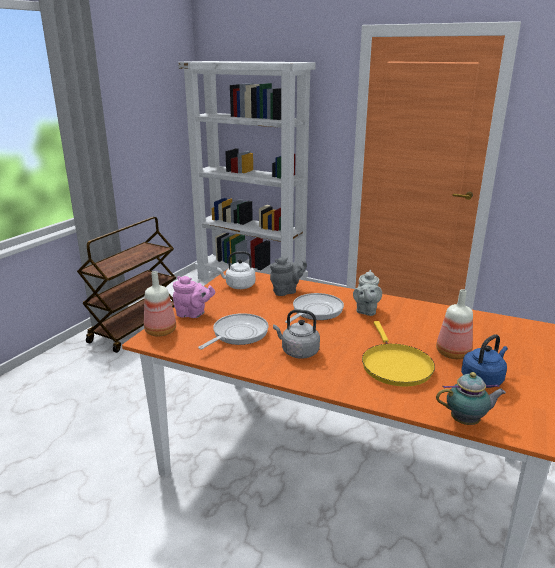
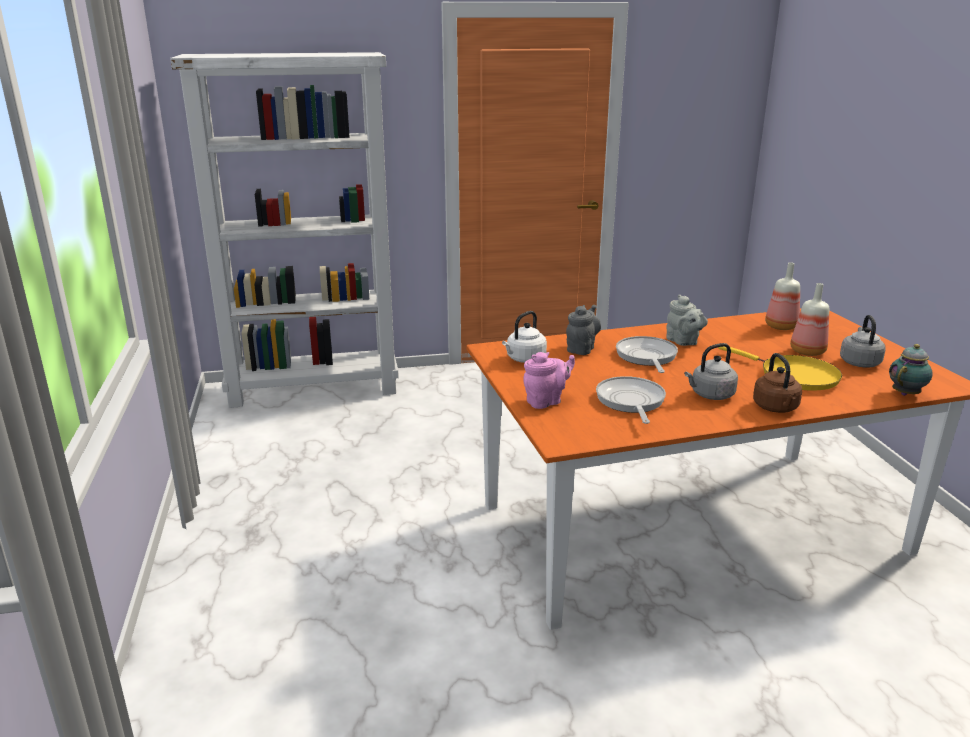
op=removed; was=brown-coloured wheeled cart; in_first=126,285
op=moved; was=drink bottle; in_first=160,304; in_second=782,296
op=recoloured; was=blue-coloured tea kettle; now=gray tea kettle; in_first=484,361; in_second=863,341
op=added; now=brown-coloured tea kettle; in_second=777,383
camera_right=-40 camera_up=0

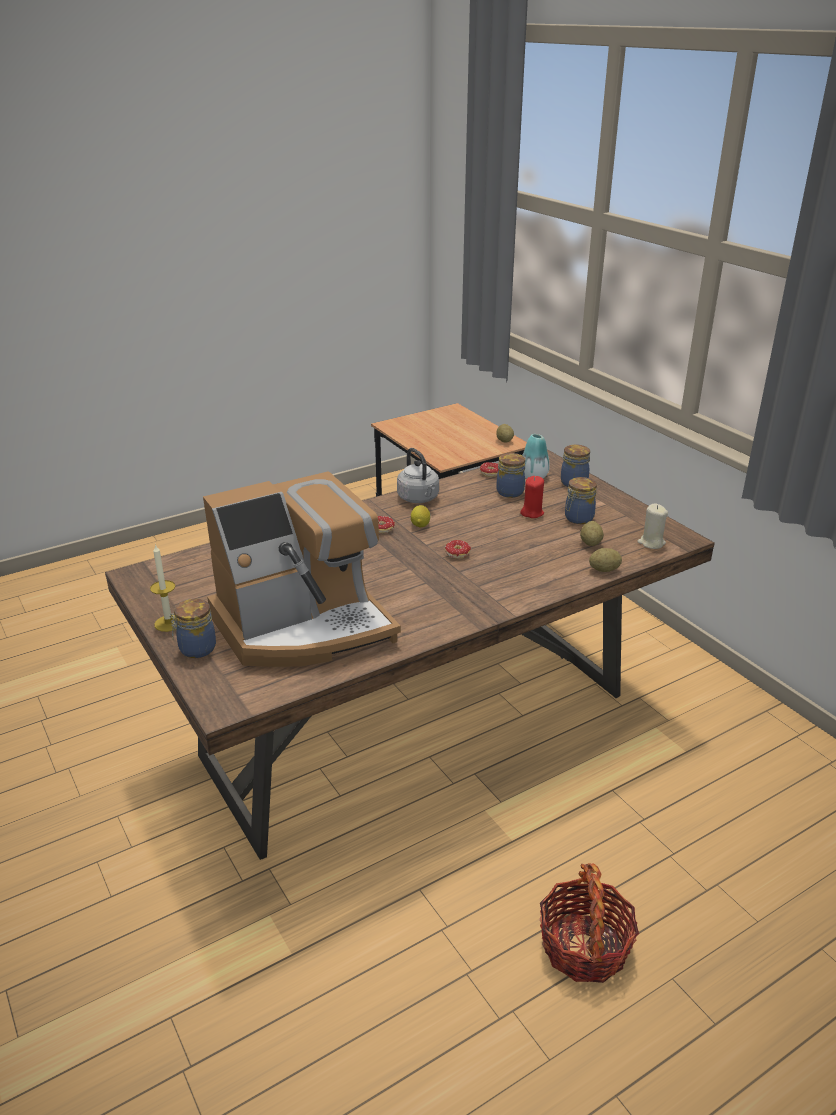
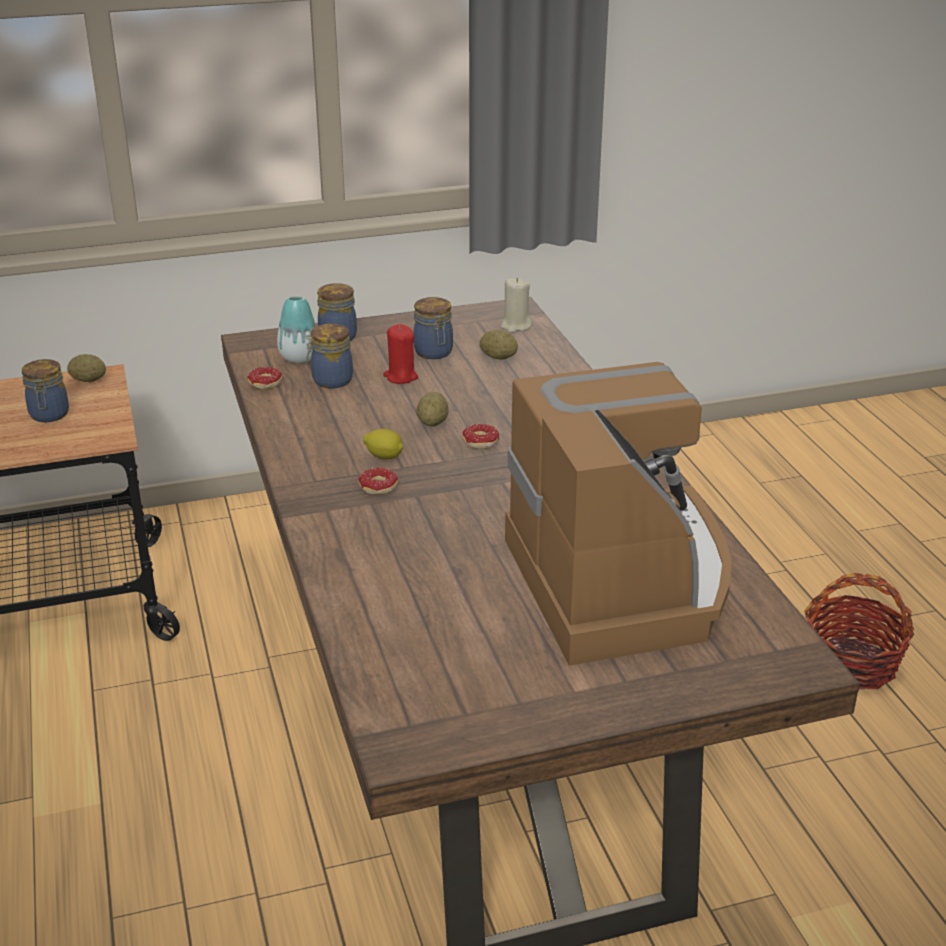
op=removed; was=gray tea kettle; in_first=418,475
op=removed; was=wax candle; in_first=163,588
op=moved; was=whole potato; in_first=605,560; in_second=432,409
op=moved; was=jar; in_first=192,628; in_second=45,390
camera_right=-75 camera_up=0

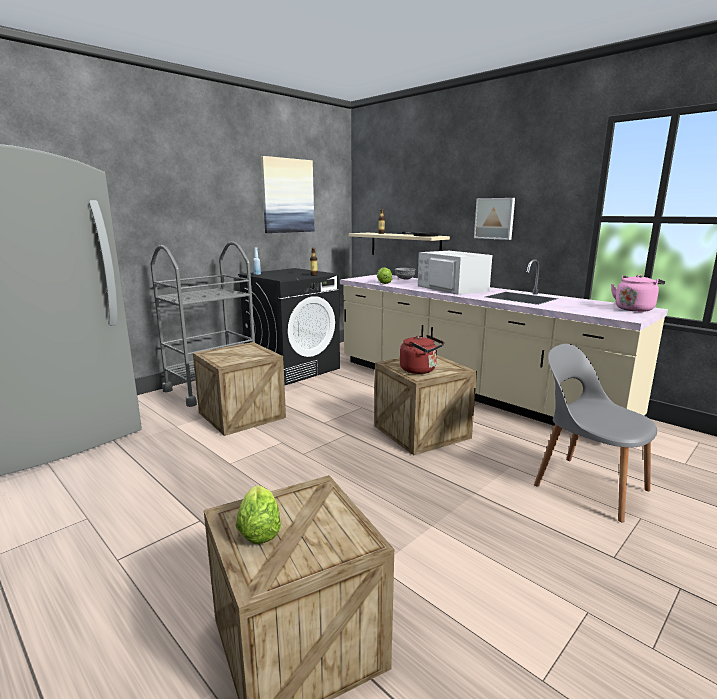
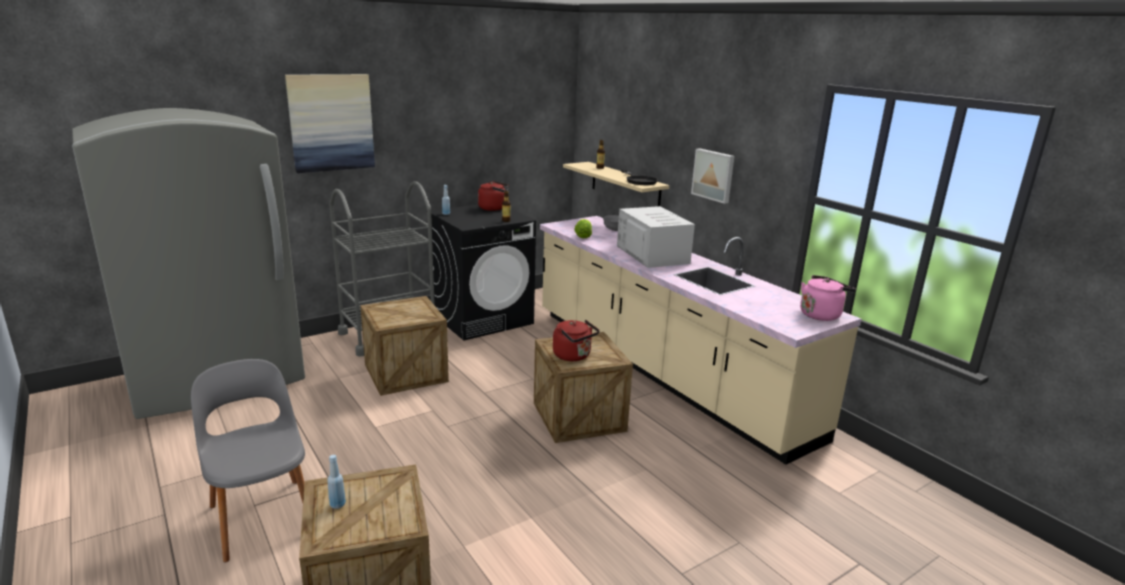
op=moved; was=wall art; in_first=287,194; in_second=330,123
op=moved; was=gray chair; in_first=595,433; in_second=248,460
op=replaced; was=head of lettuce; now=blue-coloured drink bottle; in_first=258,514; in_second=336,482
op=added; now=reddish tea kettle; in_second=493,196
camera_right=10 camera_up=5

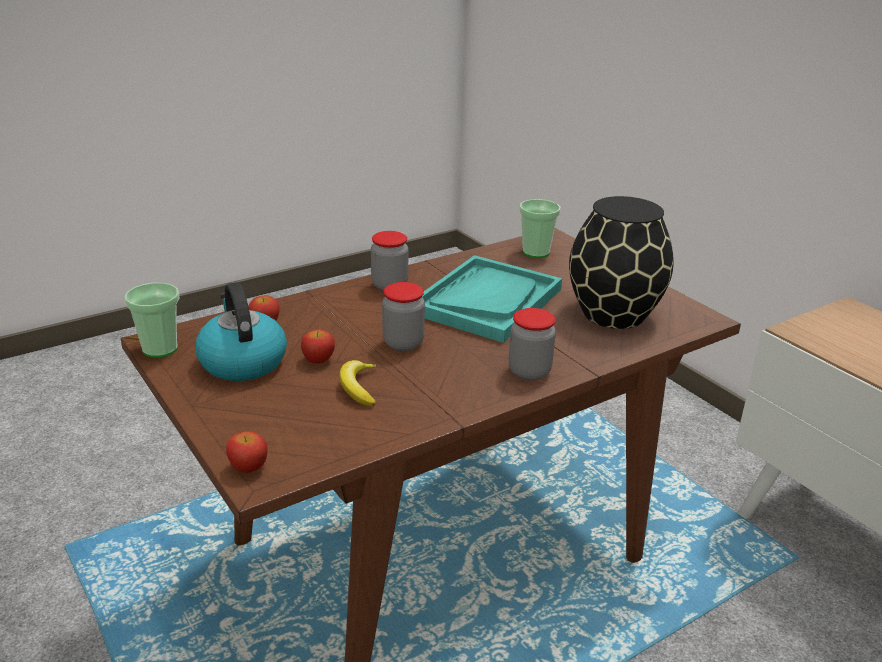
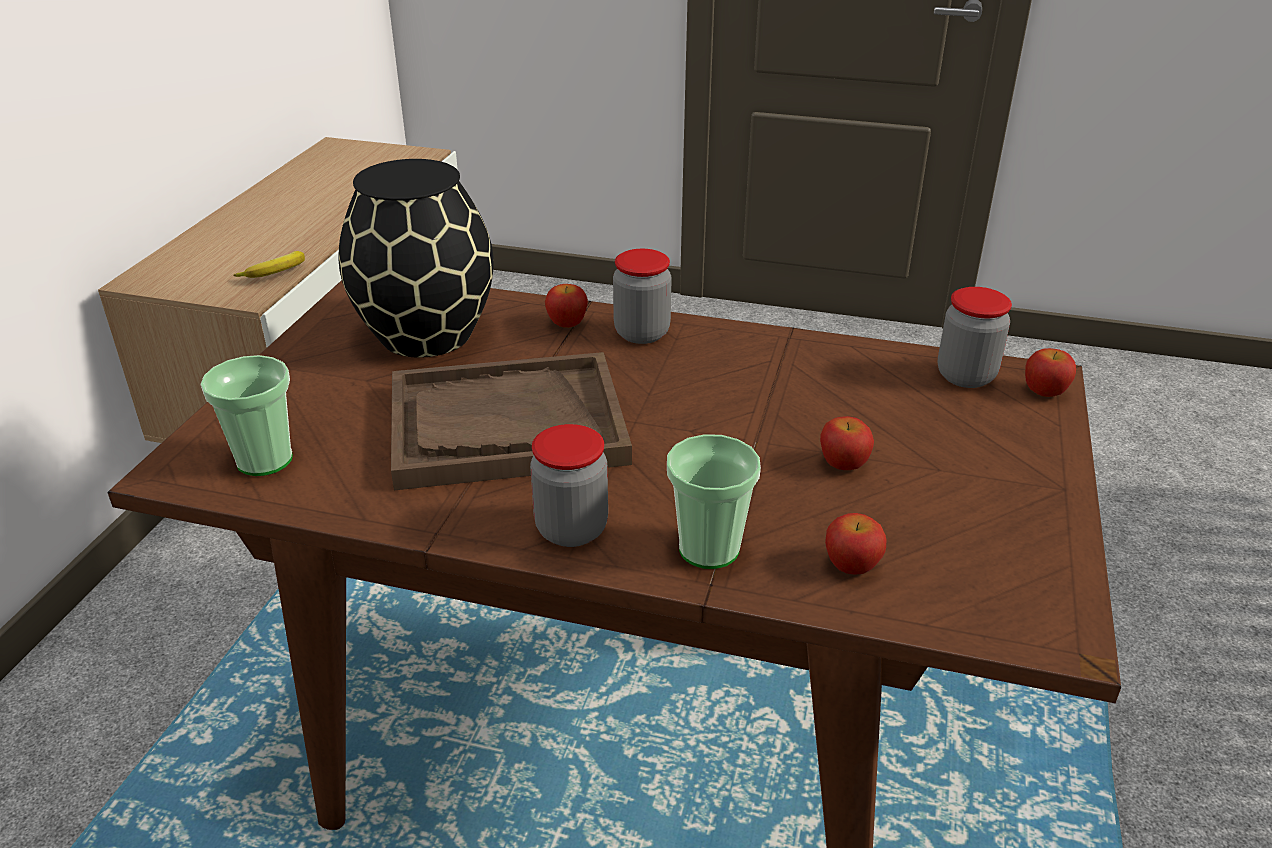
op=recoloured; was=turquoise-coloured carrying tray; now=brown-coloured carrying tray; in_first=492,299; in_second=511,421
op=removed; was=tea kettle; in_first=241,331
op=moved; was=jar; in_first=403,316; in_second=974,337
op=moved; was=drinking cup; in_first=151,320; in_second=714,501
op=moved; was=banana; in_first=358,383; in_second=269,264
op=added; now=whole apple; in_second=566,306
camera_right=-130 camera_up=5

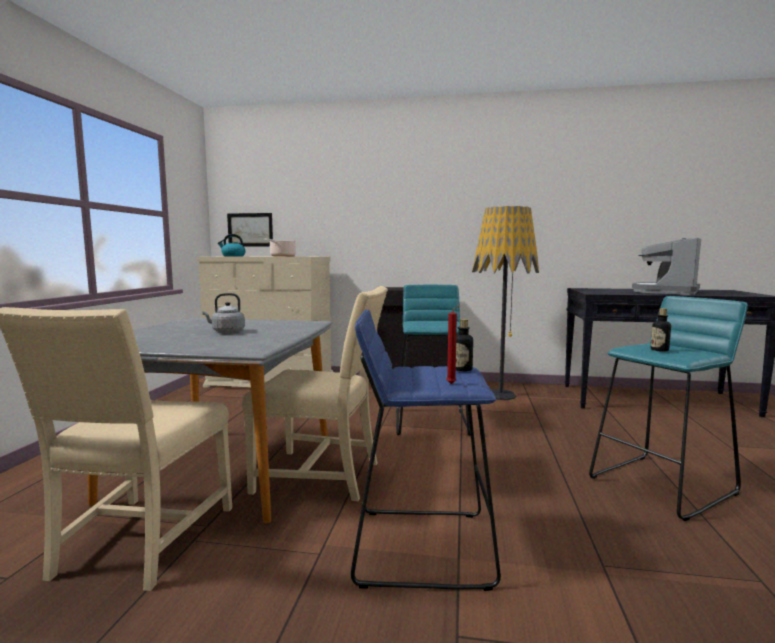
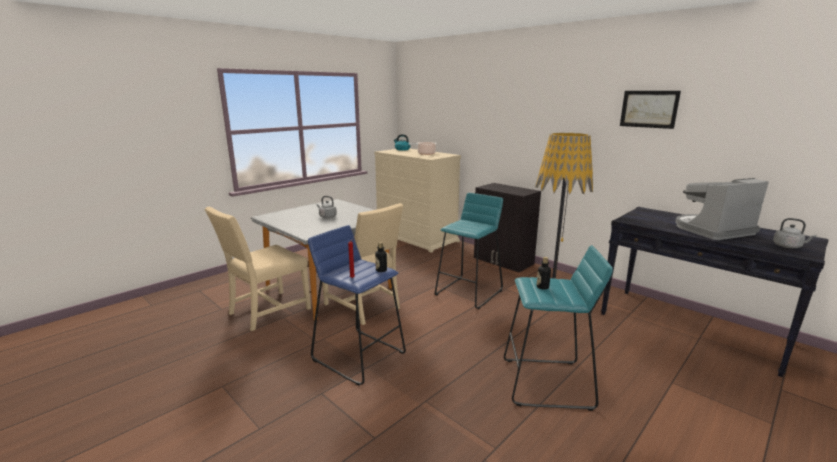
op=moved; was=wall art; in_first=250,229; in_second=650,110
op=added; now=gray tea kettle; in_second=794,233
camera_right=35 camera_up=10

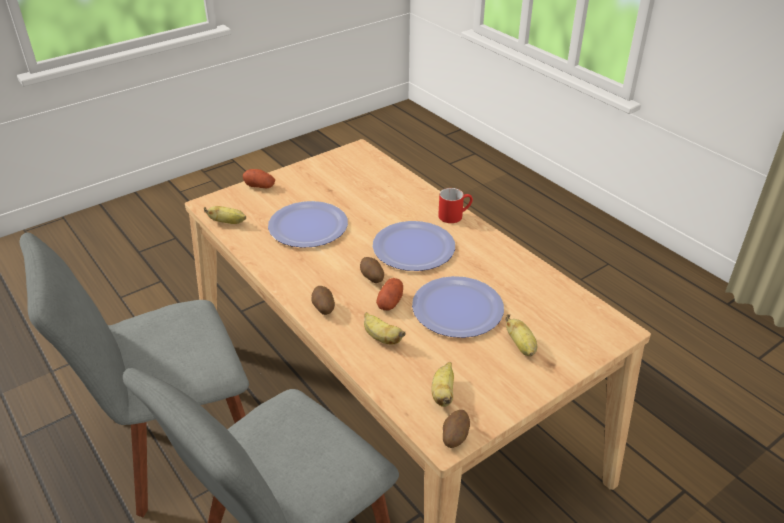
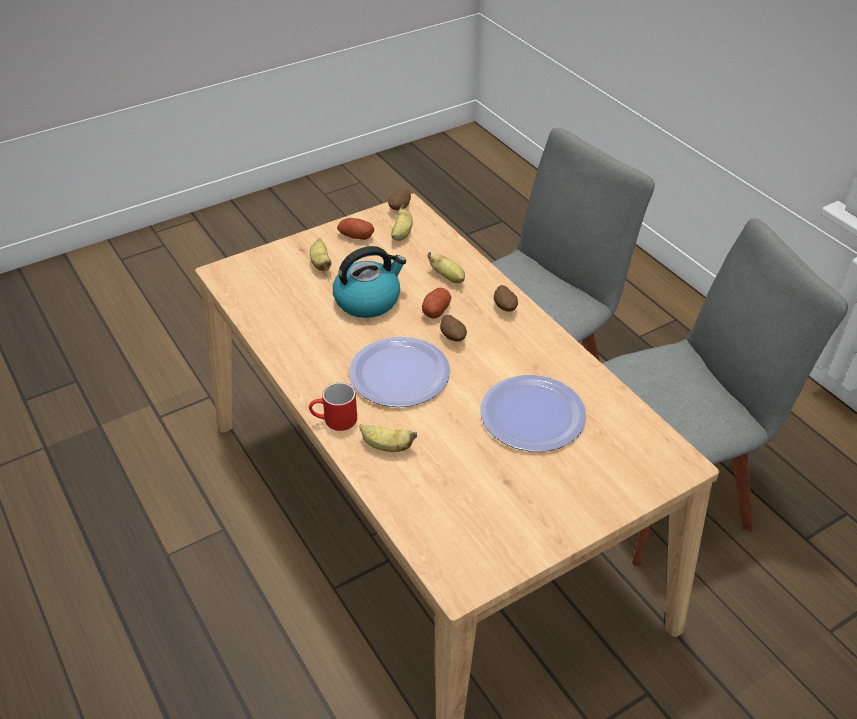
op=moved; was=whole potato; in_first=259,178; in_second=355,229
op=moved; was=banana; in_first=225,215; in_second=388,438
op=replaced; was=plate; now=tea kettle; in_first=458,307; in_second=369,282
camera_right=-175 camera_up=5

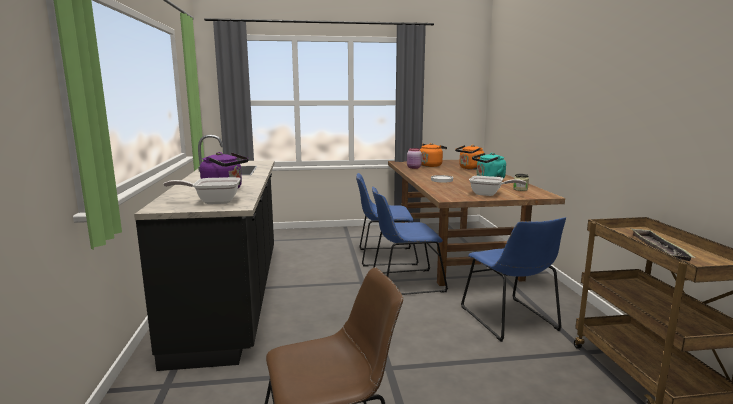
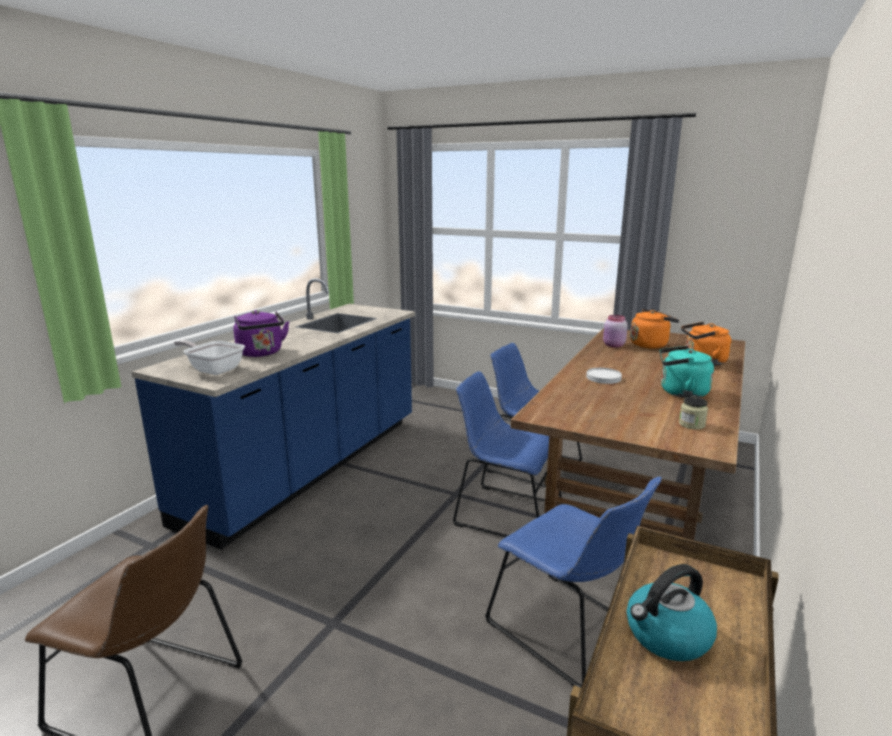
op=recoloured; was=black-coloured kitchen counter; now=blue-coloured kitchen counter; in_first=204,253; in_second=273,414
op=removed; was=frying pan; in_first=497,186
op=turned; was=blue-coloured chair; in_first=513,279; in_second=573,582; clockwise=-60
op=replaced; was=carrying tray; now=tea kettle; in_first=663,244; in_second=672,612
camera_right=35 camera_up=5

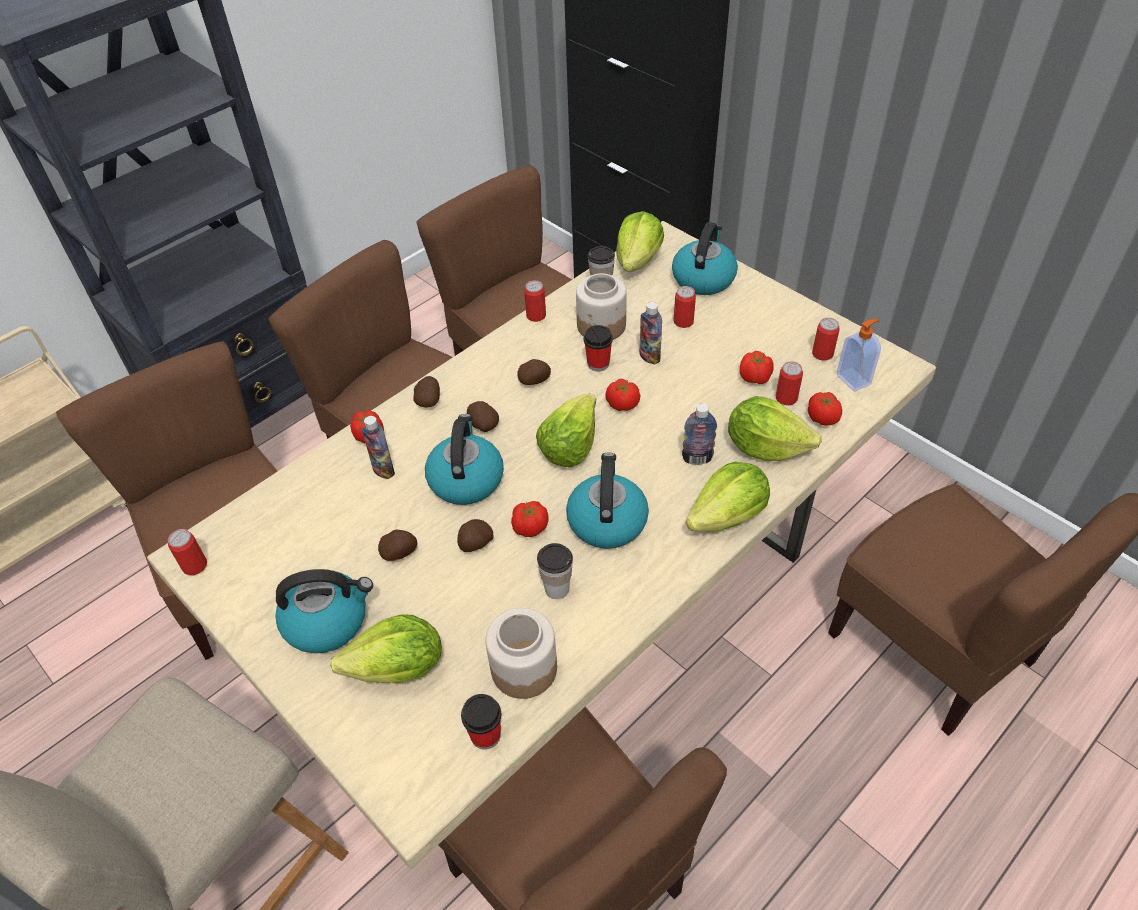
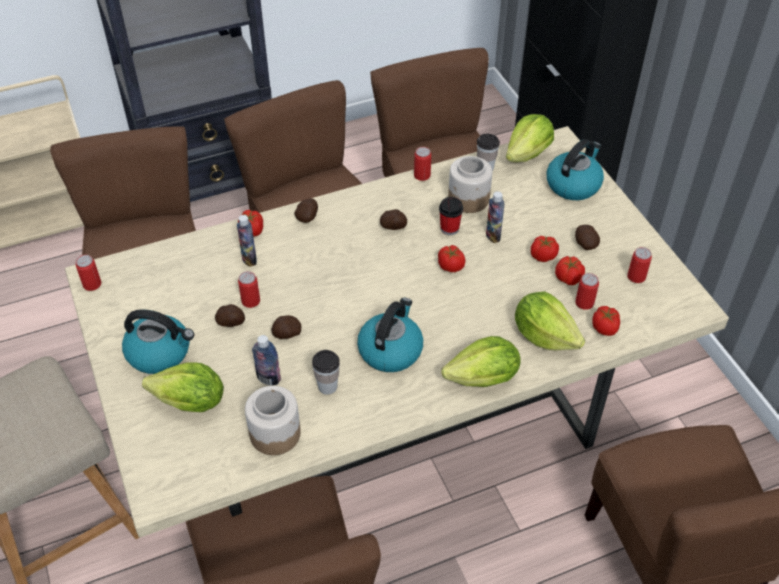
op=moved; was=sealed can; in_first=685,307; in_second=249,289
op=removed; was=soap bottle; in_first=858,355
op=removed; was=head of lettuce; in_first=566,430
op=moved; was=whole potato; in_first=483,416; in_second=587,237
op=moved; was=drink bottle; in_first=699,434; in_second=266,360
op=removed; was=tea kettle; in_first=464,459
op=moved; was=fresh tomato; in_first=529,519; in_second=545,249
op=removed; was=drinking cup; in_first=481,722
camera_right=20 camera_up=0

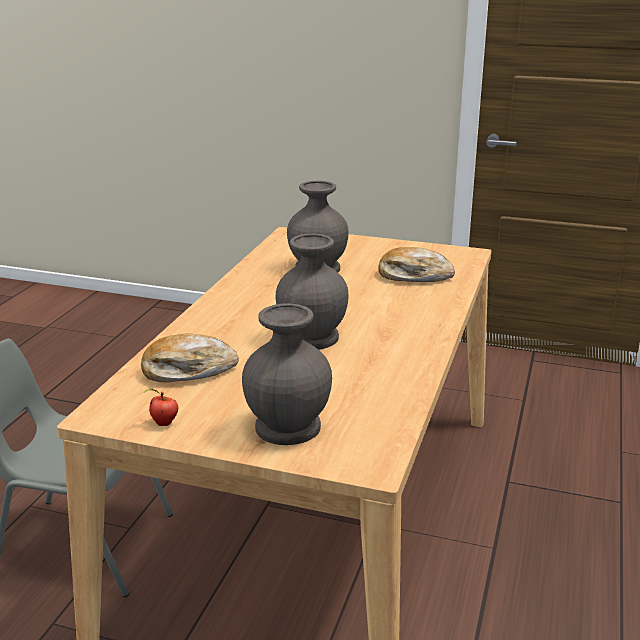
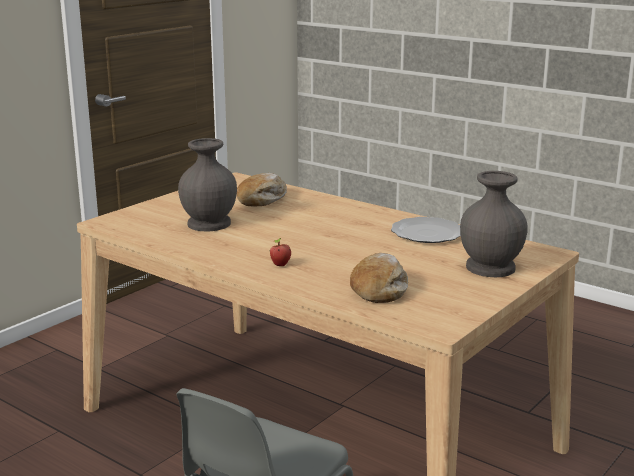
op=removed; was=gray vase; in_first=311,292
op=moved; was=whole apple; in_first=161,407; in_second=280,252
op=added; now=plate; in_second=426,230
camera_right=-70 camera_up=-5

